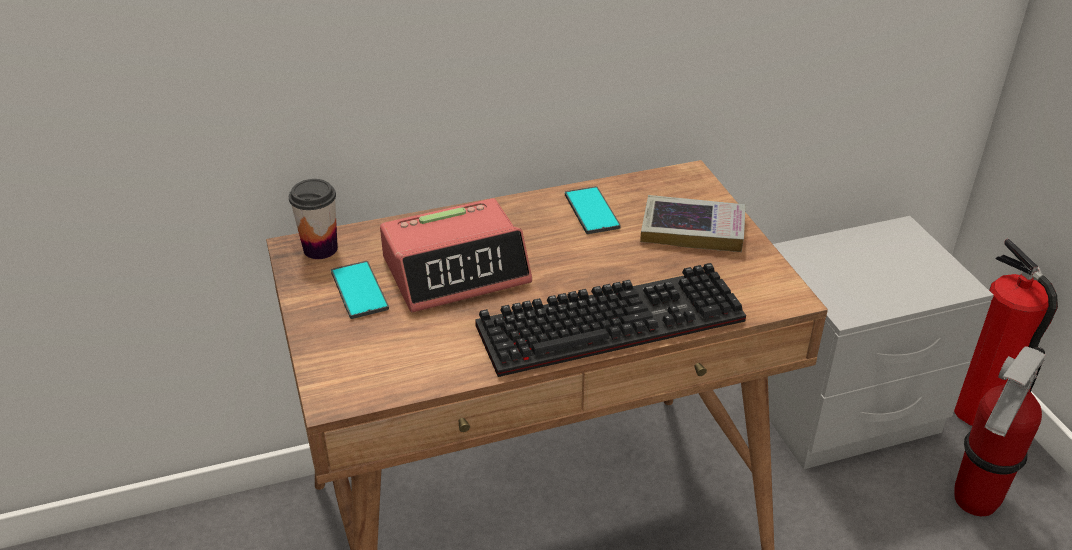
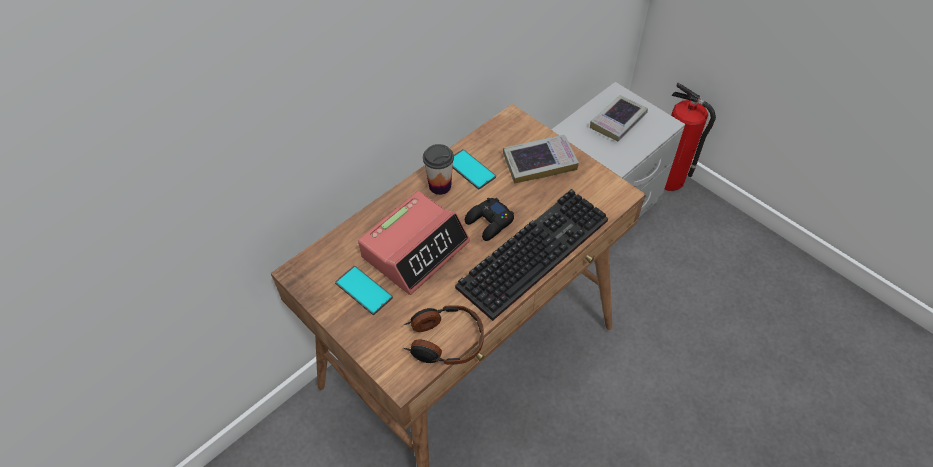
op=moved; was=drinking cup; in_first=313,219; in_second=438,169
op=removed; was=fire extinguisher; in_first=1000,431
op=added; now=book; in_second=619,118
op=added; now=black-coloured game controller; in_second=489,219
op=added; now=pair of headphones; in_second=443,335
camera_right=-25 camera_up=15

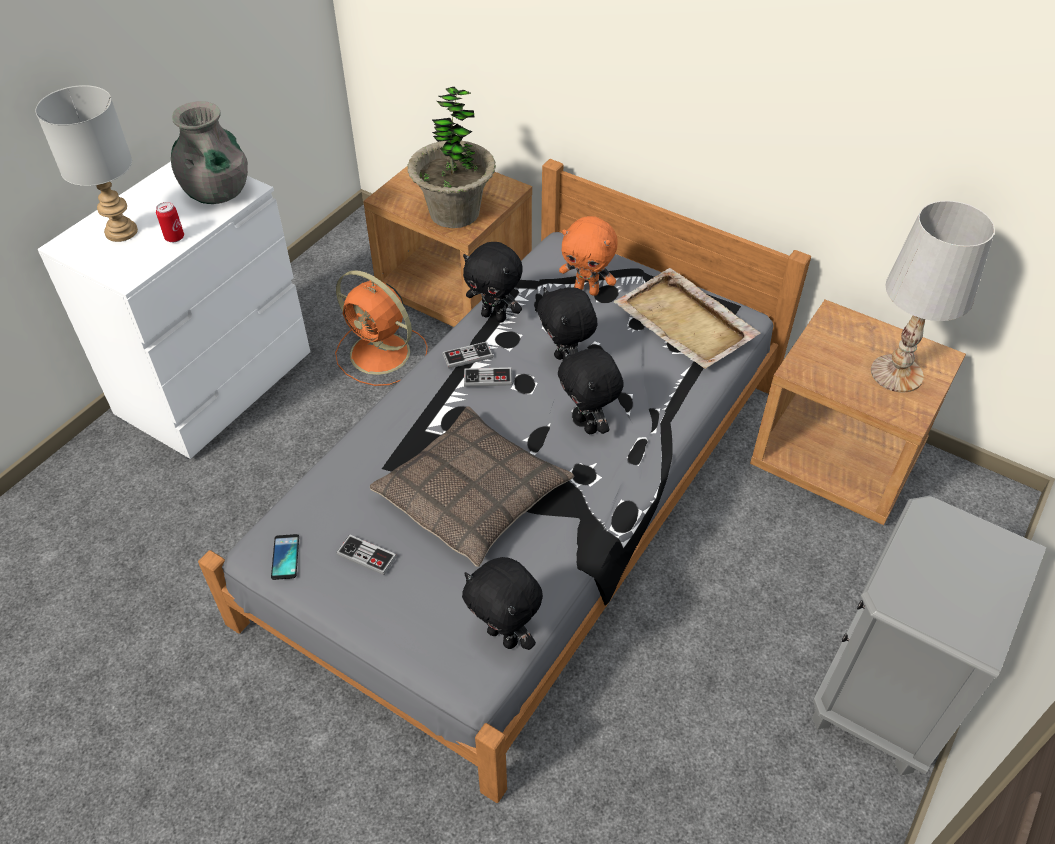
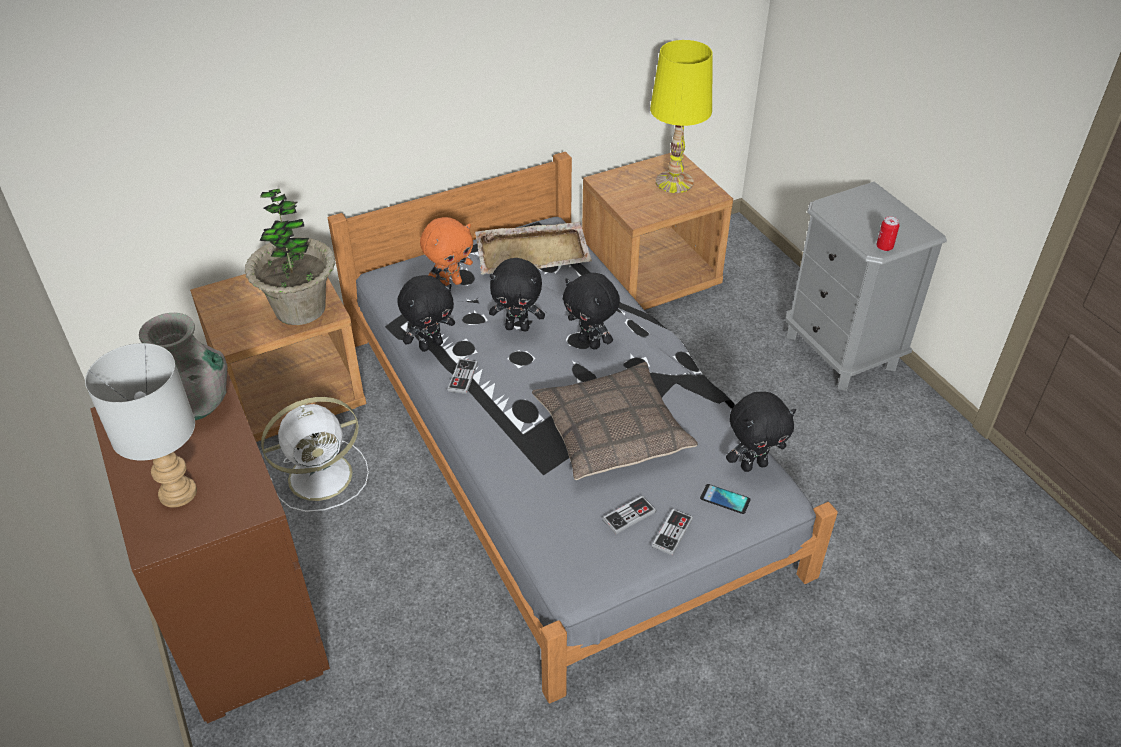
op=recoloured; was=white chest of drawers; now=brown-coloured chest of drawers; in_first=174,310; in_second=210,547
op=recoloured; was=white tabletop lamp; now=yellow tabletop lamp; in_first=933,297; in_second=681,116
op=moved; was=sealed can; in_first=170,222; in_second=887,234
op=recoloured; was=orangey fan; now=white fan; in_first=381,328; in_second=315,454
op=turned; was=black-coloured soft toy; in_first=591,391; in_second=591,311; clockwise=45
op=moved; was=game controller; in_first=488,377; in_second=672,532
op=moved; was=telephone; in_first=285,557; in_second=725,499
camera_right=-60 camera_up=-5

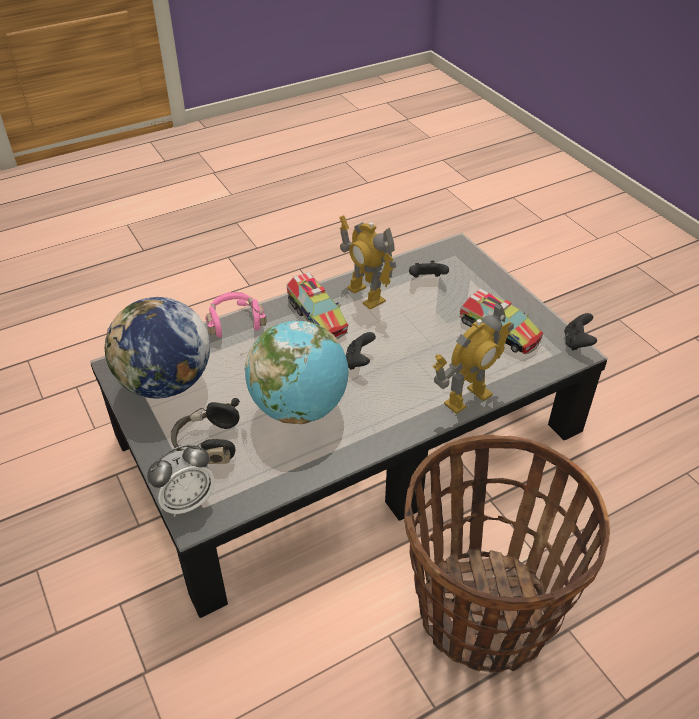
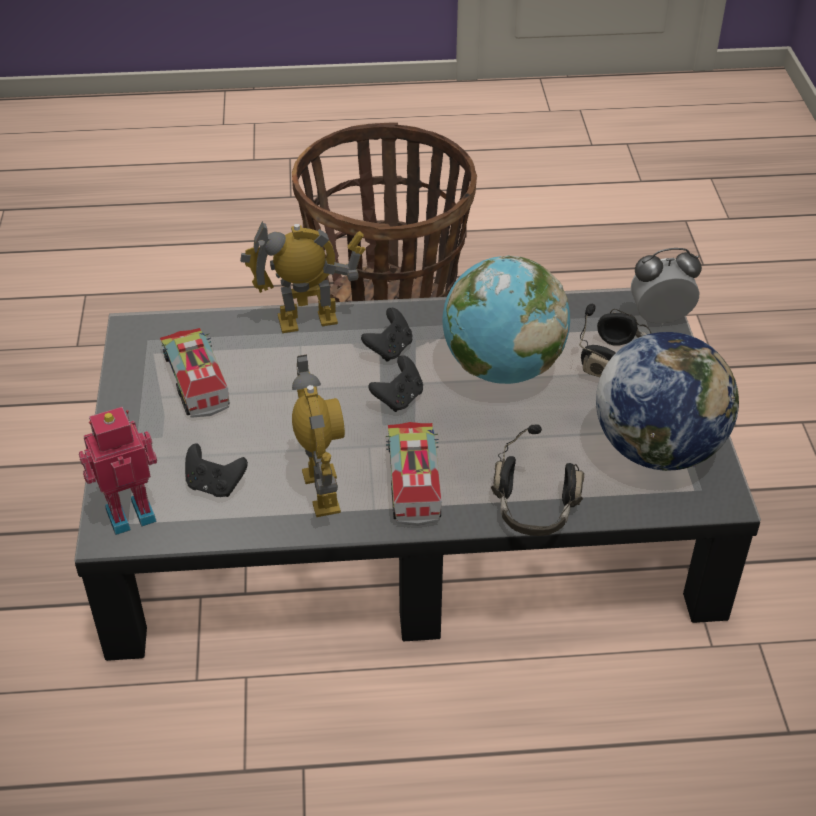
op=recoloured; was=pinkish pair of headphones; now=black-coloured pair of headphones; in_first=236,314; in_second=537,480
op=moved; was=black-coloured game controller; in_first=580,332; in_second=386,335
op=added; now=robot figure; in_second=118,471
camera_right=-155 camera_up=0

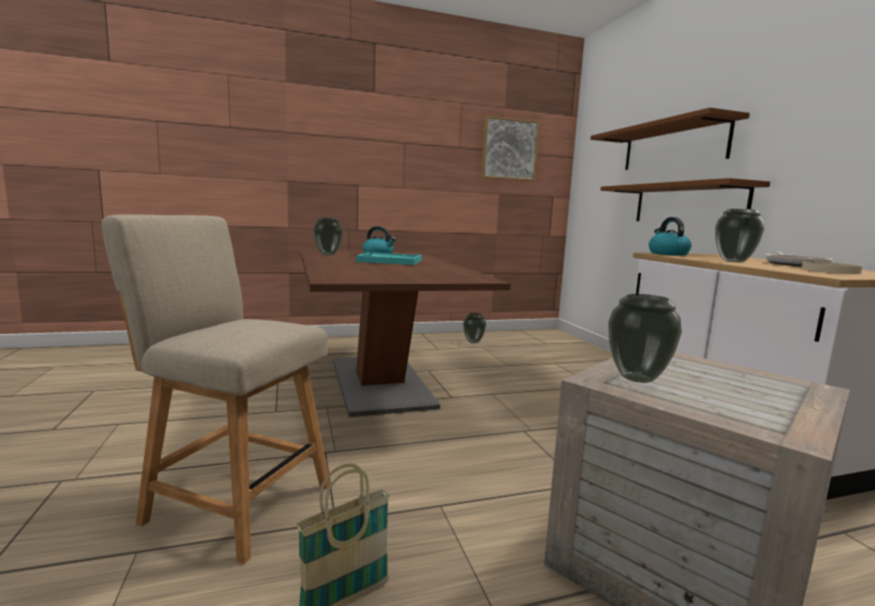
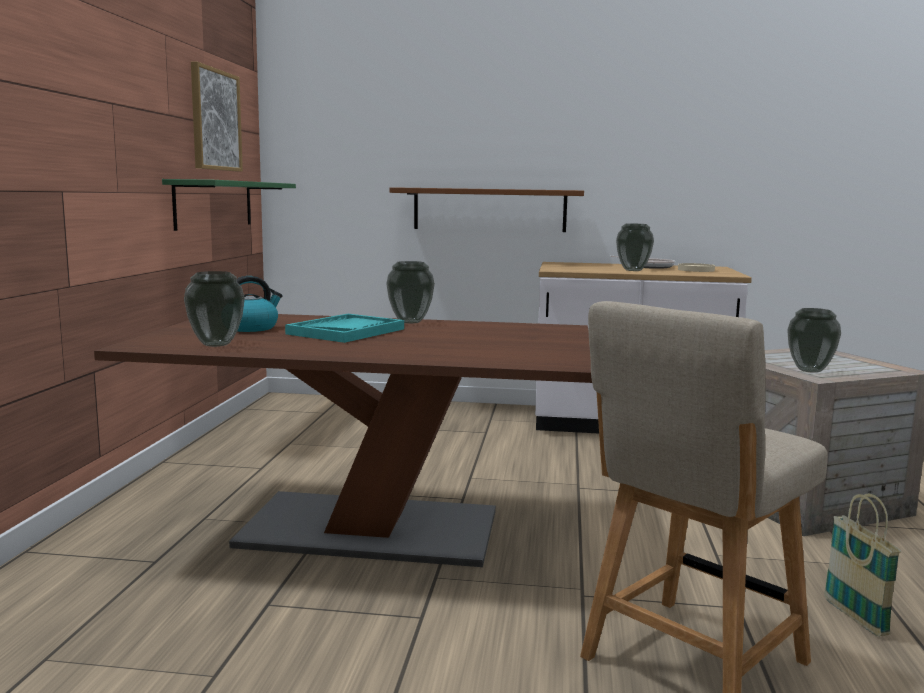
op=removed; was=brown-coloured wall shelf; in_first=670,138
op=removed; was=tea kettle; in_first=670,236
op=moved; was=vase; in_first=474,328; in_second=410,292
op=added; now=greenish wall shelf; in_second=229,205
camera_right=-65 camera_up=0

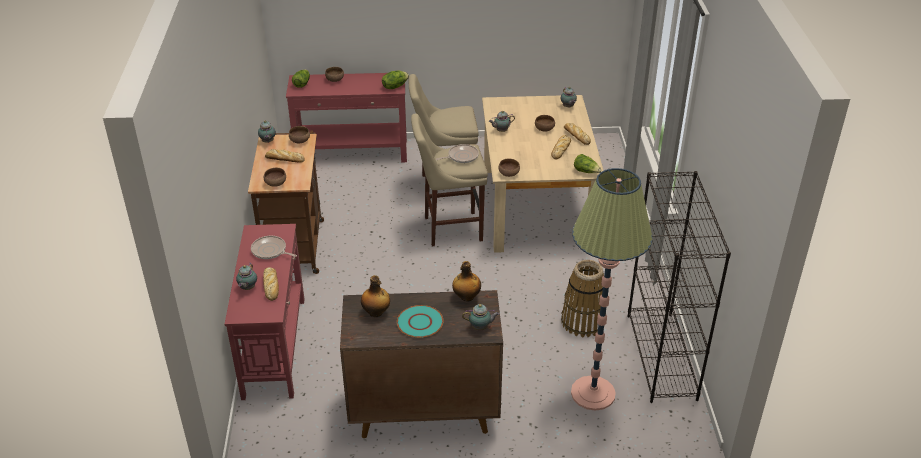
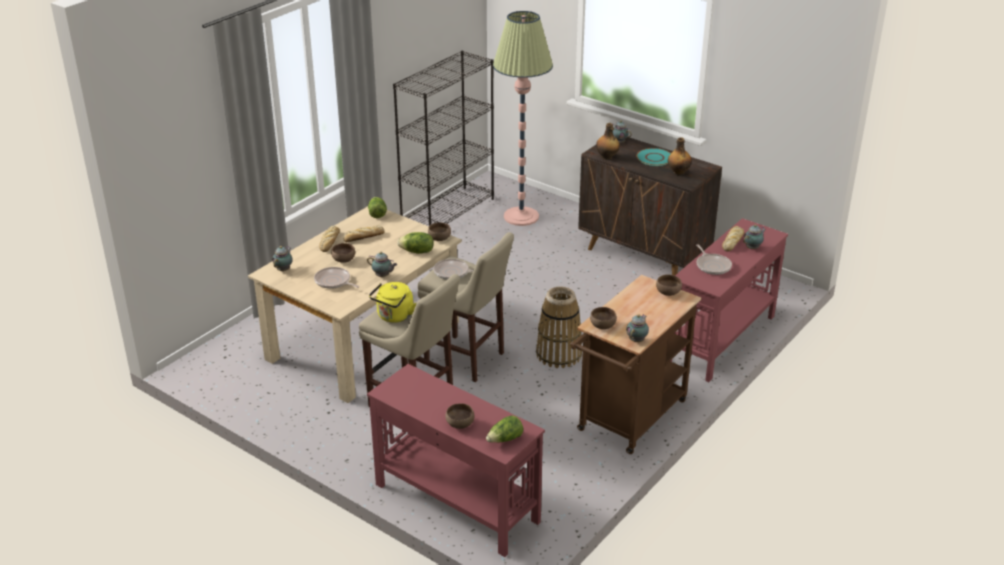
op=moved; was=head of lettuce; in_first=395,79; in_second=415,243
op=removed; was=bakery bread; in_first=285,156
op=moved; was=household basket; in_first=583,298; in_second=559,327
op=added; now=frying pan; in_second=337,278
op=added; now=yellow tea kettle; in_second=392,302
camera_right=-140 camera_up=-5

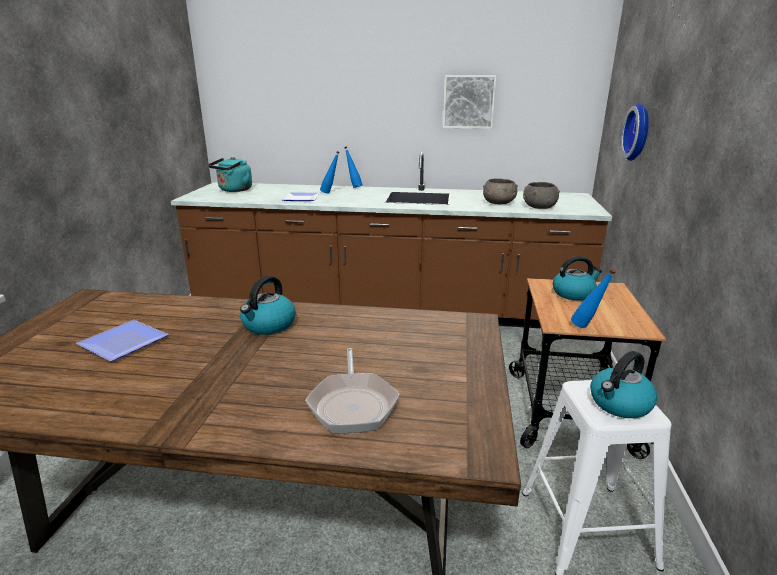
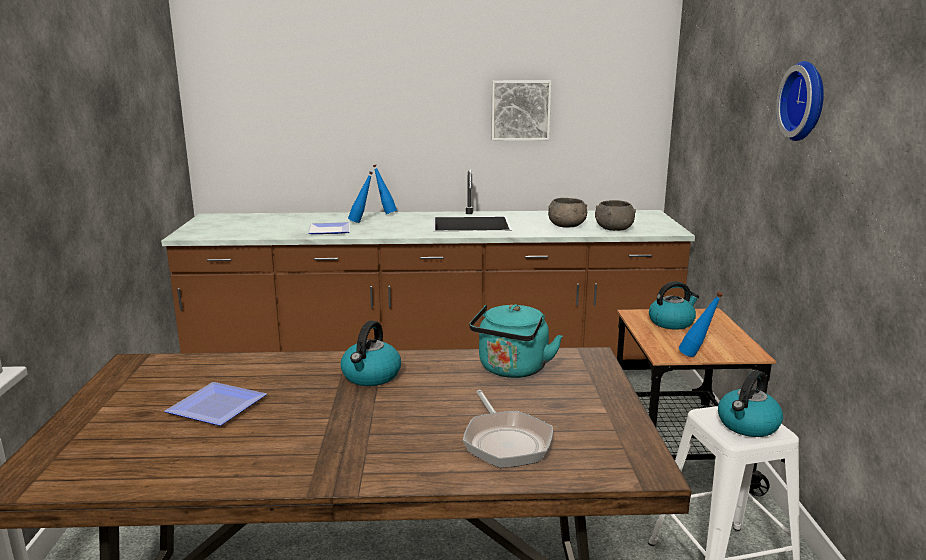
op=moved; was=clock on the wall; in_first=635,132; in_second=800,101
op=moved; was=turquoise-coloured tea kettle; in_first=230,174; in_second=515,341
camera_right=-10 camera_up=-5

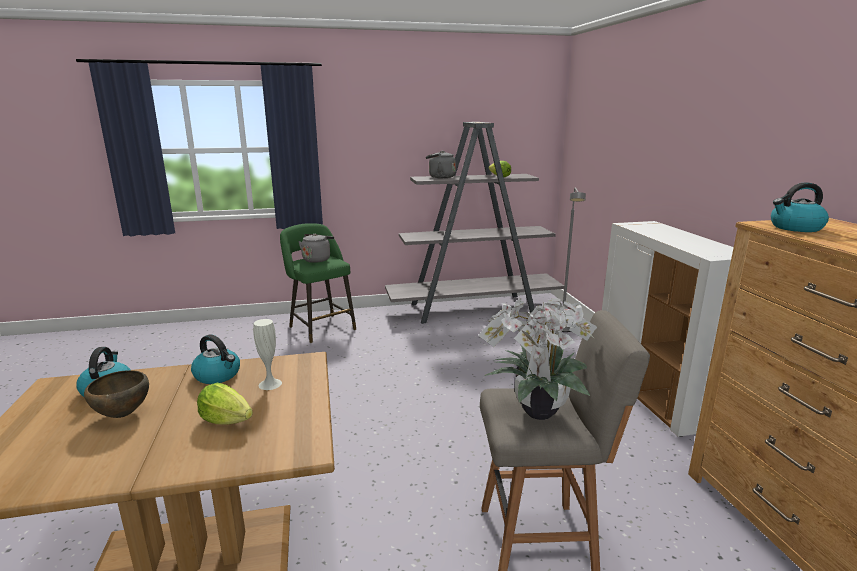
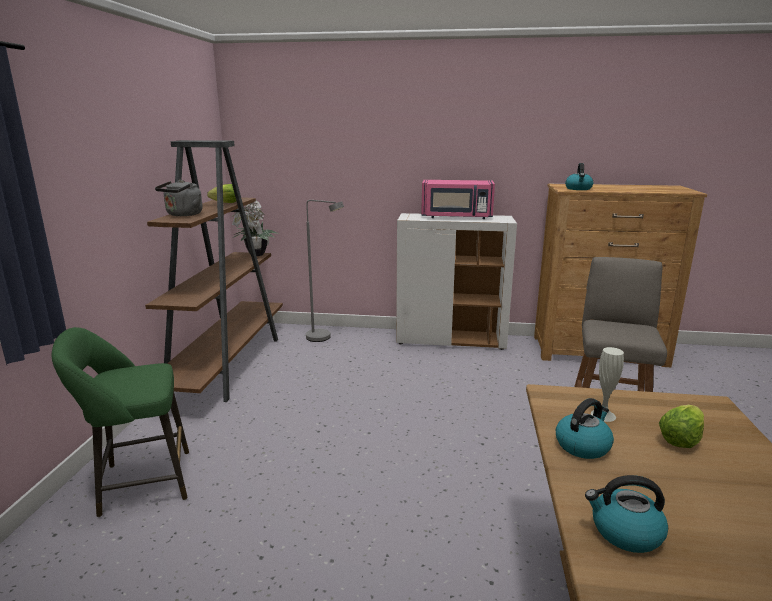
op=recoloured; was=gray bookshelf; now=brown-coloured bookshelf; in_first=474,223; in_second=214,271
op=removed; was=gray tea kettle; in_first=316,248
op=moved; was=potted plant; in_first=537,358; in_second=255,228
op=removed; was=brown-coloured deep dish; in_first=116,394
op=added; now=pinkish kitchen microwave; in_second=458,199
camera_right=-70 camera_up=0

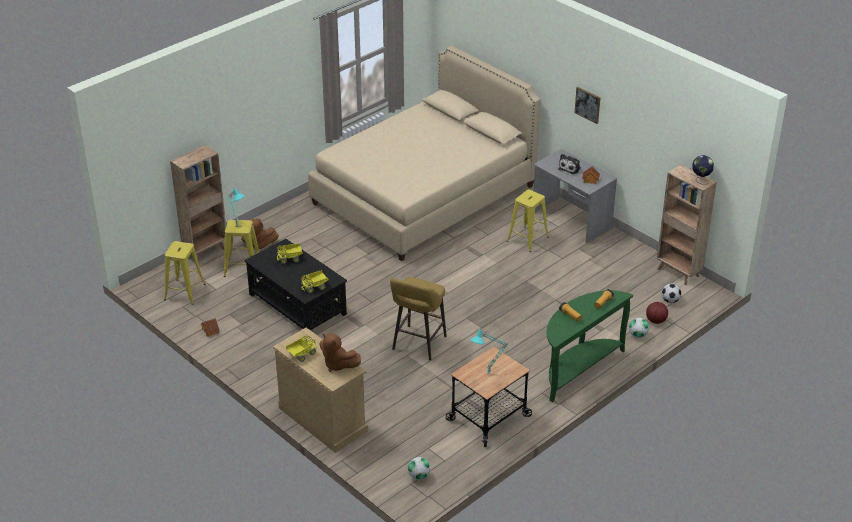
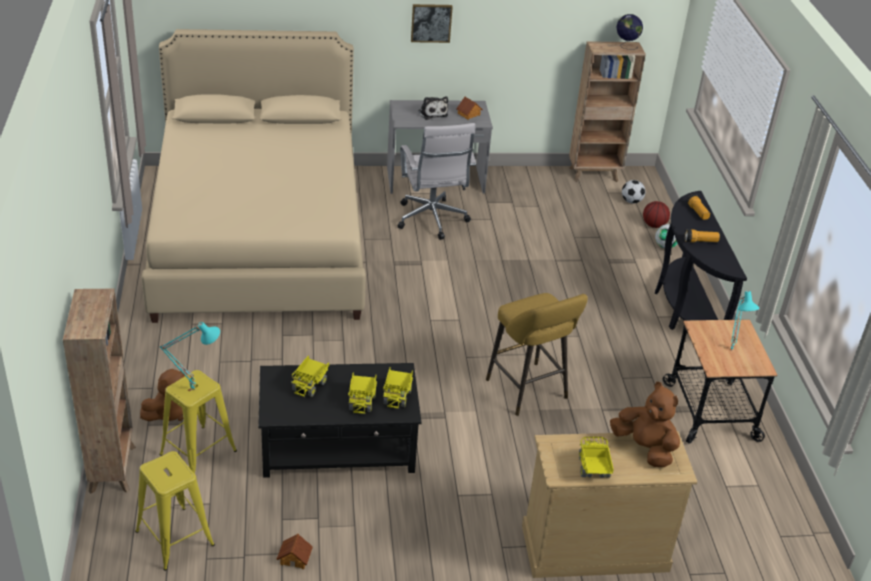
op=replaced; was=yellow stool; now=white computer chair; in_first=528,221; in_second=437,181
op=recoloured; was=greenish narrow table; now=black-coloured narrow table; in_first=590,346; in_second=701,260
op=turned; was=brown-coloured soft toy; in_first=340,352; in_second=645,424; clockwise=-120
op=removed; was=football; in_first=419,468
op=added; now=toy truck; in_second=362,393
camera_right=-55 camera_up=0

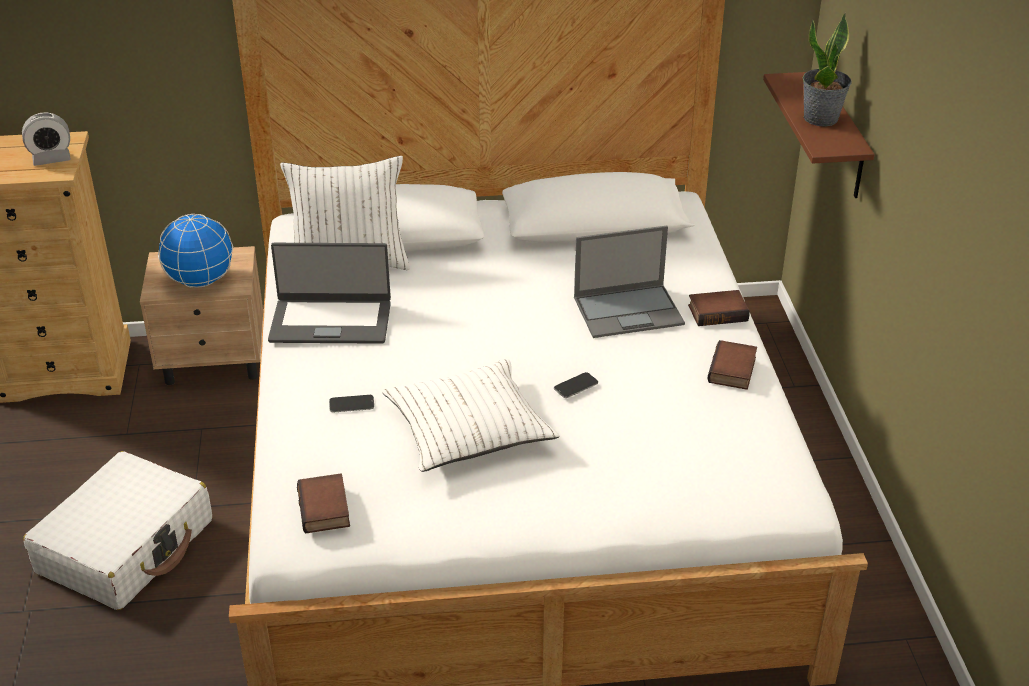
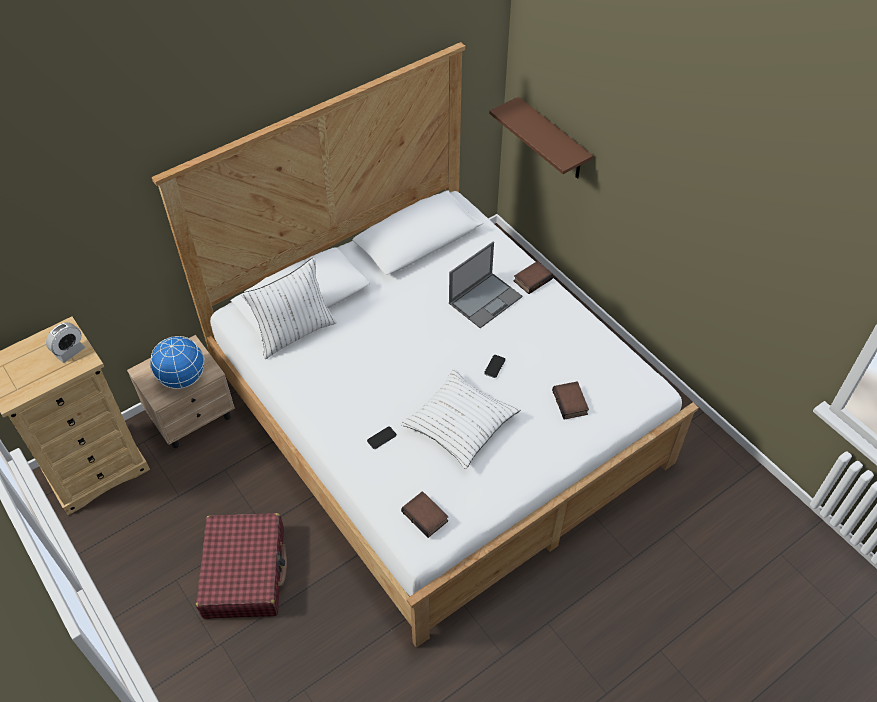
op=removed; was=potted plant; in_first=827,70
op=removed; was=laptop; in_first=329,293
op=moved; was=book; in_first=732,365; in_second=570,400
op=recoloured; was=white piece of luggage; now=reddish piece of luggage; in_first=117,530; in_second=241,566
camera_right=-30 camera_up=15

